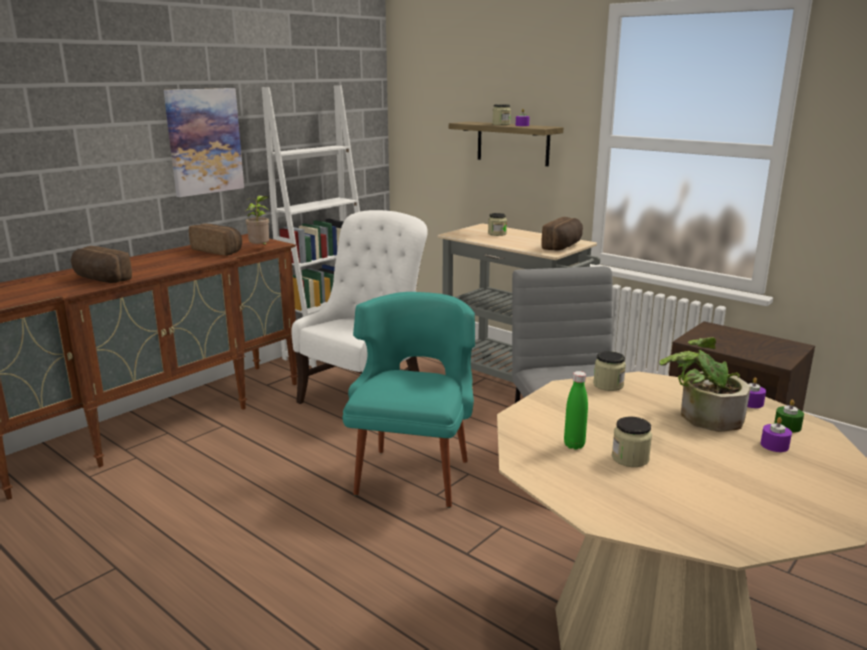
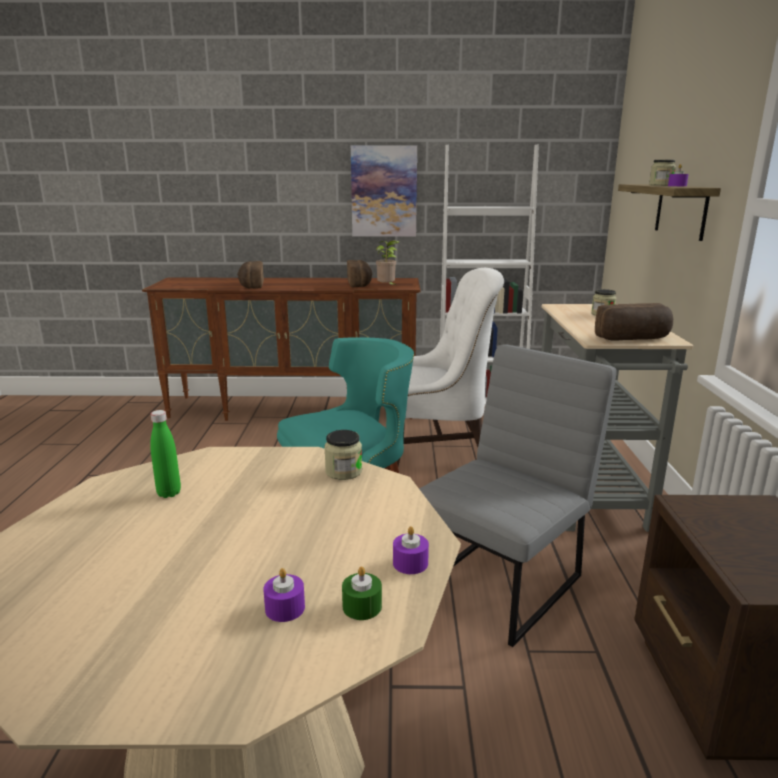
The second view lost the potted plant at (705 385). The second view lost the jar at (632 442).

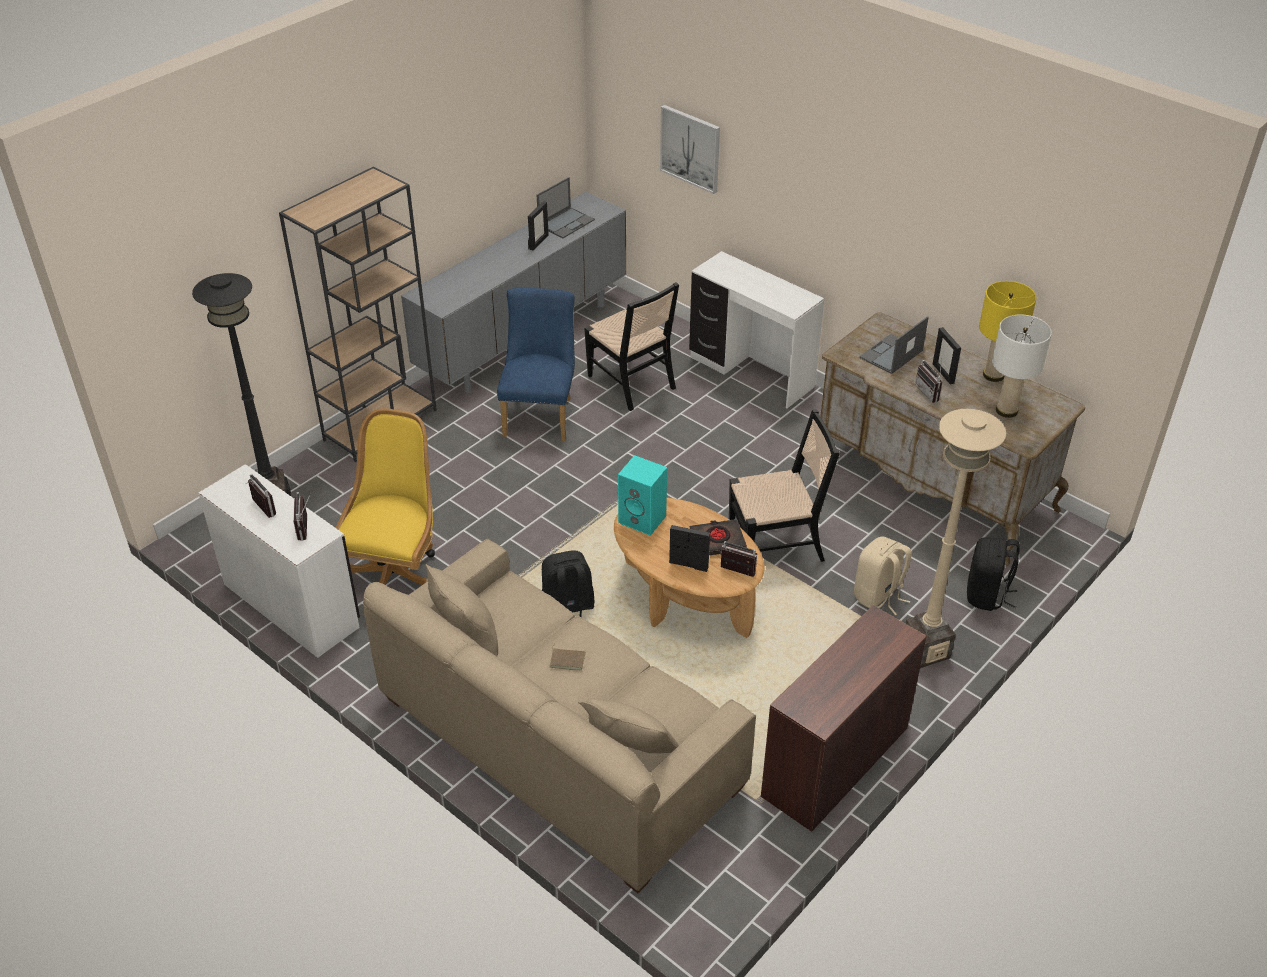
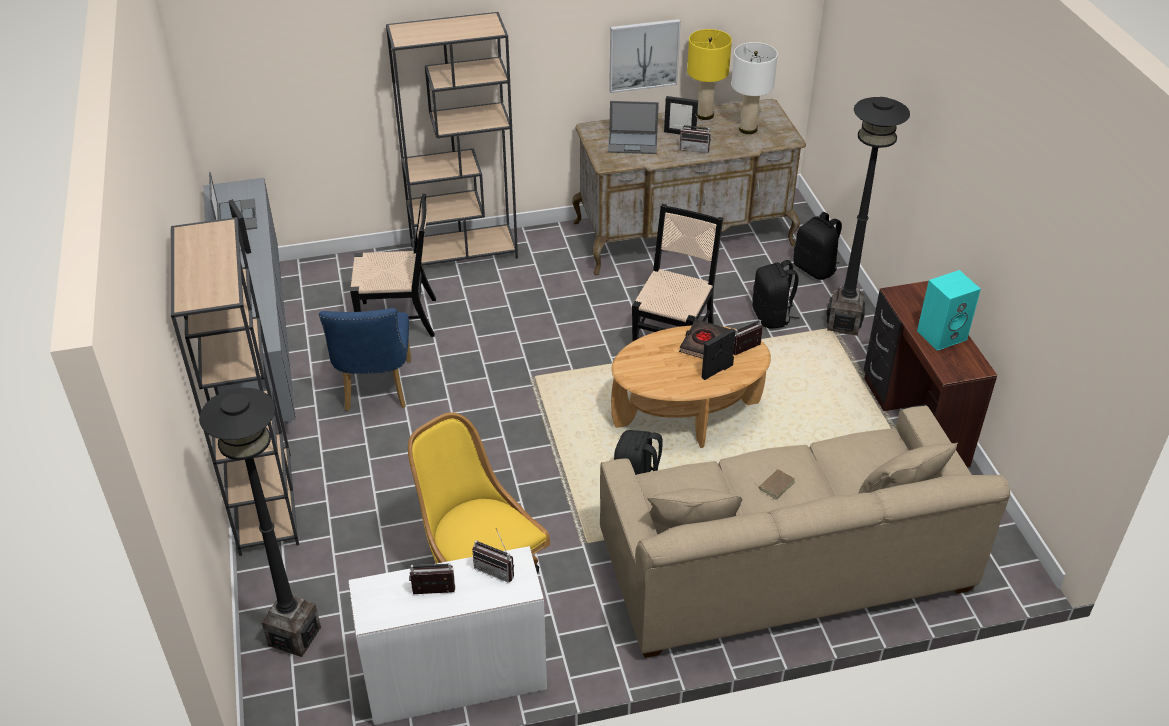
The picture ended up elsewhere, having gone from (690 149) to (645 56). Where the white desk stood at (756 330), the bookcase came to stand at (452 139). The blue chair at (536 364) ended up facing another way, 135 degrees counterclockwise from before. The laptop at (894 345) ended up facing another way, 75 degrees counterclockwise from before. What was the beige floor lamp at (955 538) turned into the black floor lamp at (868 216). The turquoise speaker ended up elsewhere, having gone from (642 495) to (949 310). What was the beige backpack at (883 575) turned into the black backpack at (776 294).

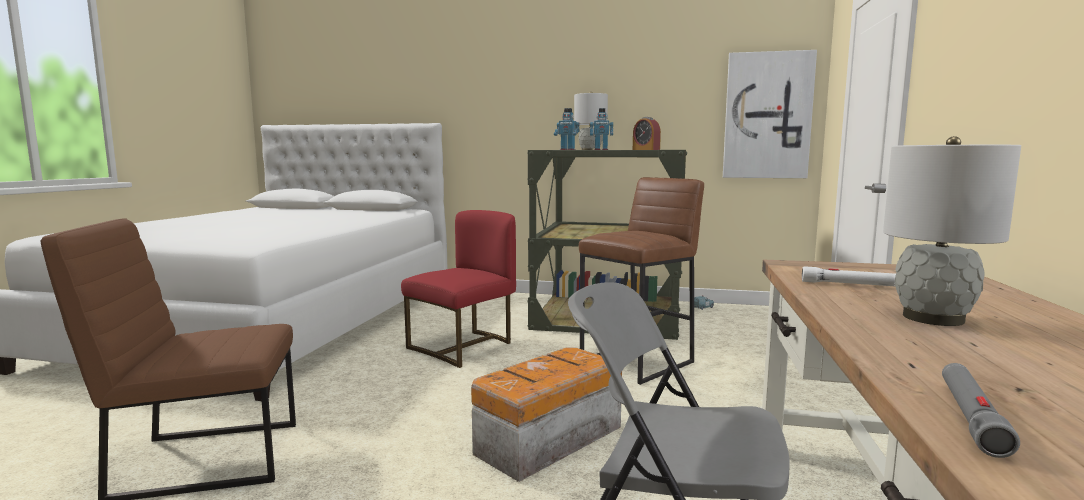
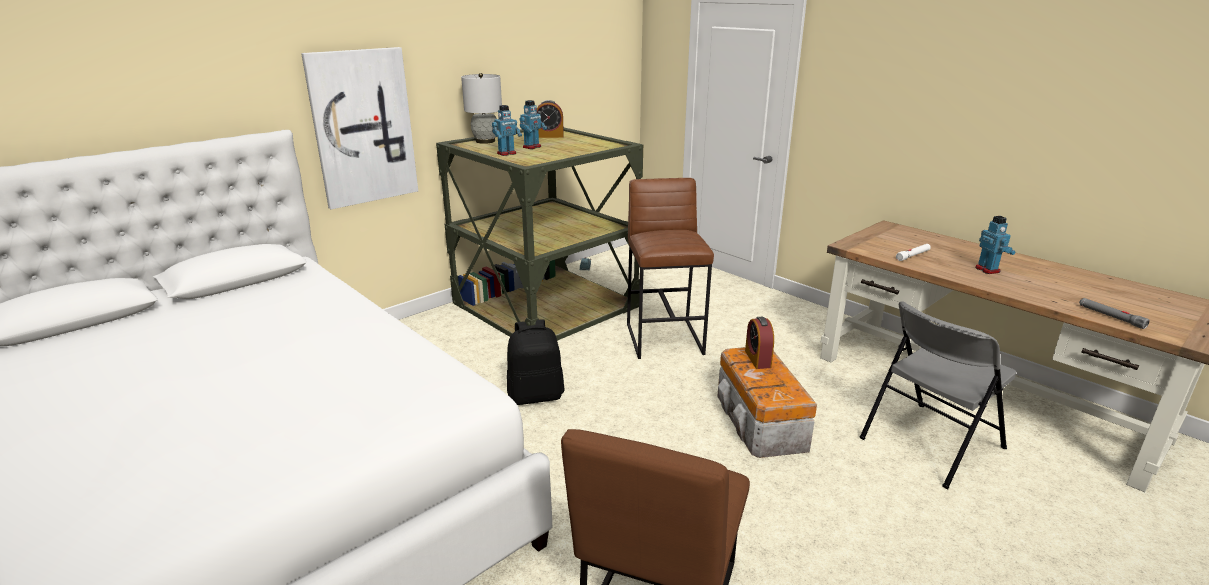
The picture ended up elsewhere, having gone from (770 114) to (359 128). Where the white table lamp stood at (952 231), the toy robot came to stand at (995 245). Where the red chair stood at (458 289), the black backpack came to stand at (536 362). The second view gained the alarm clock at (759 343).

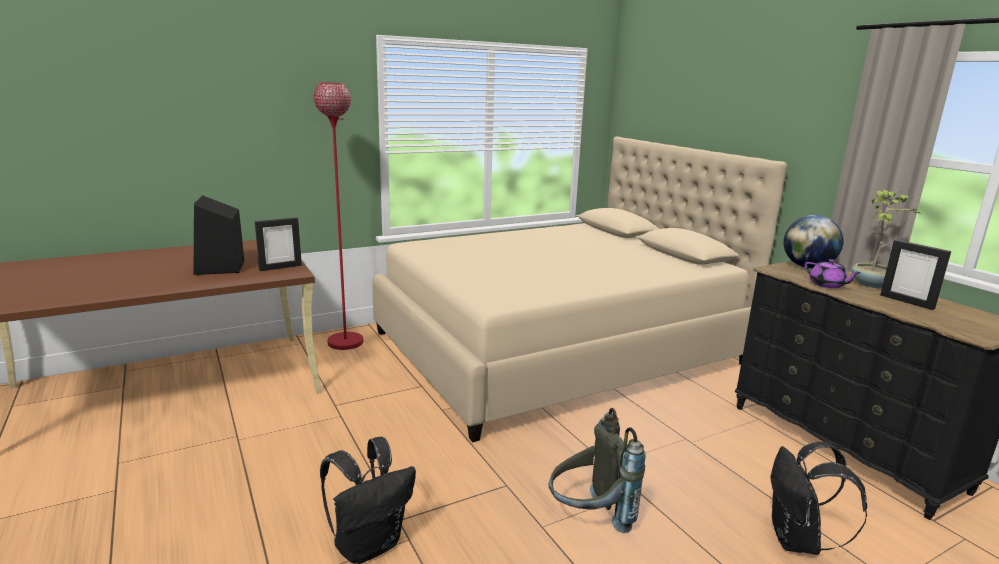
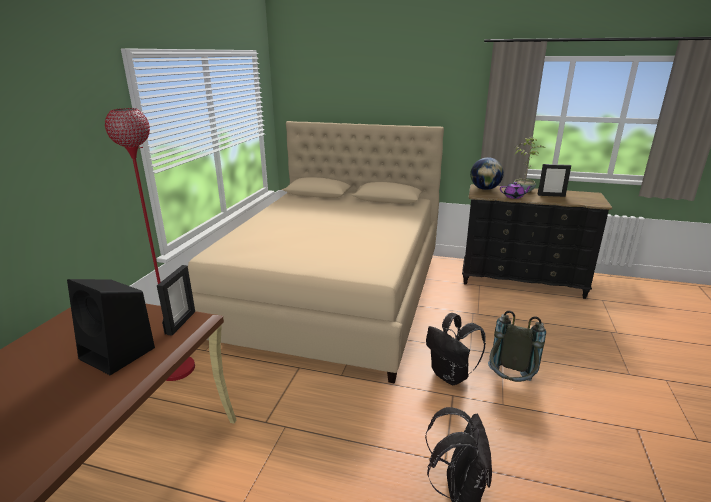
The black backpack ended up elsewhere, having gone from (818 498) to (456 349).

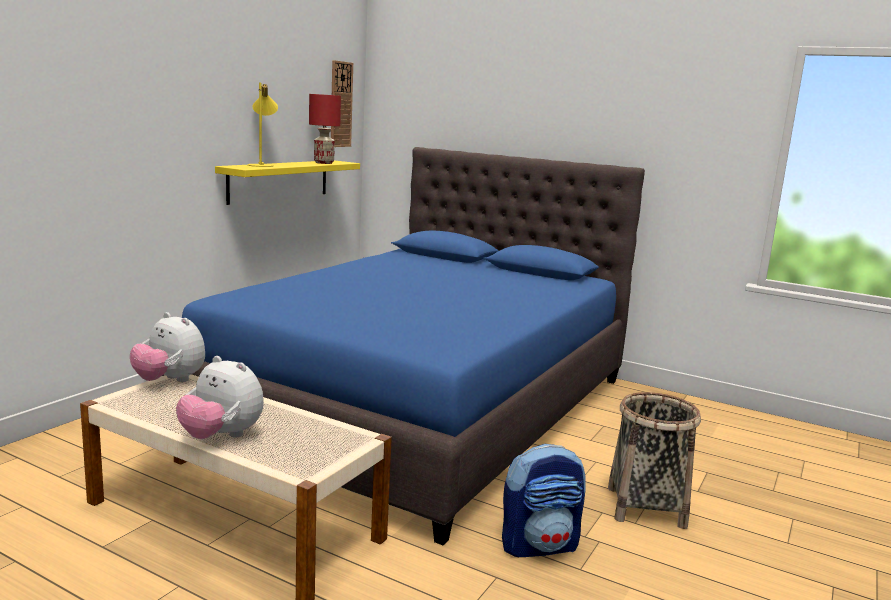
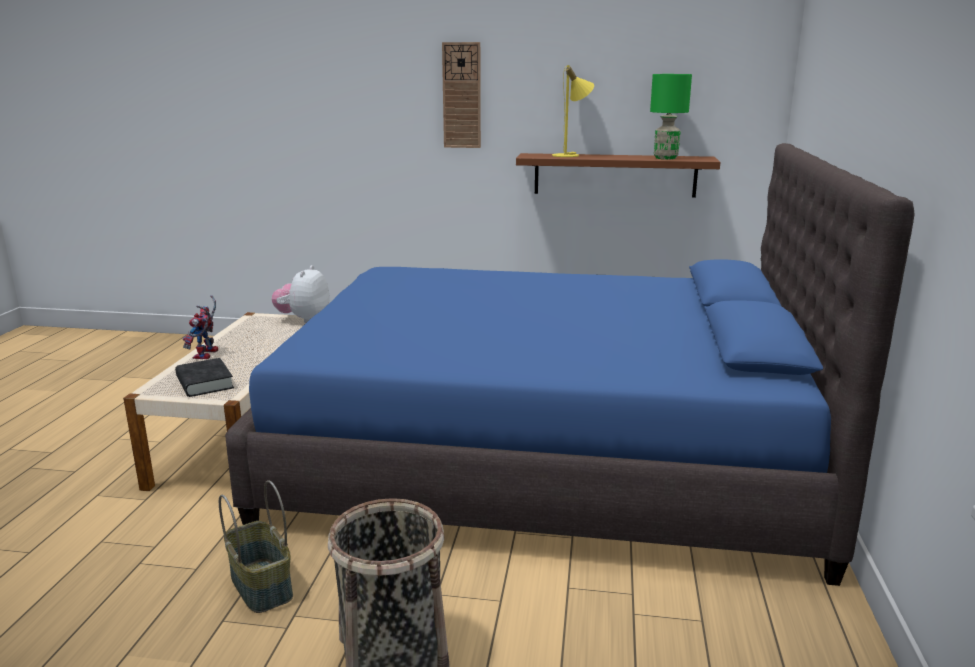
The wall clock ended up elsewhere, having gone from (342 103) to (461 95). What was the red table lamp at (325 129) turned into the green table lamp at (671 116). What was the yellow shelf at (287 182) turned into the brown shelf at (618 175). Where the plush toy stood at (220 397), the toy robot came to stand at (200 327). Where the backpack stood at (544 500), the basket came to stand at (256 546). The second view gained the black book at (204 377).

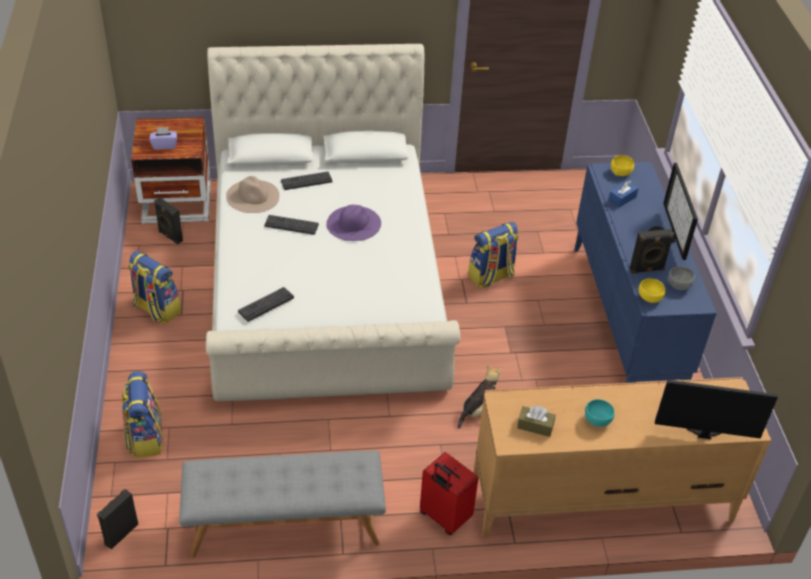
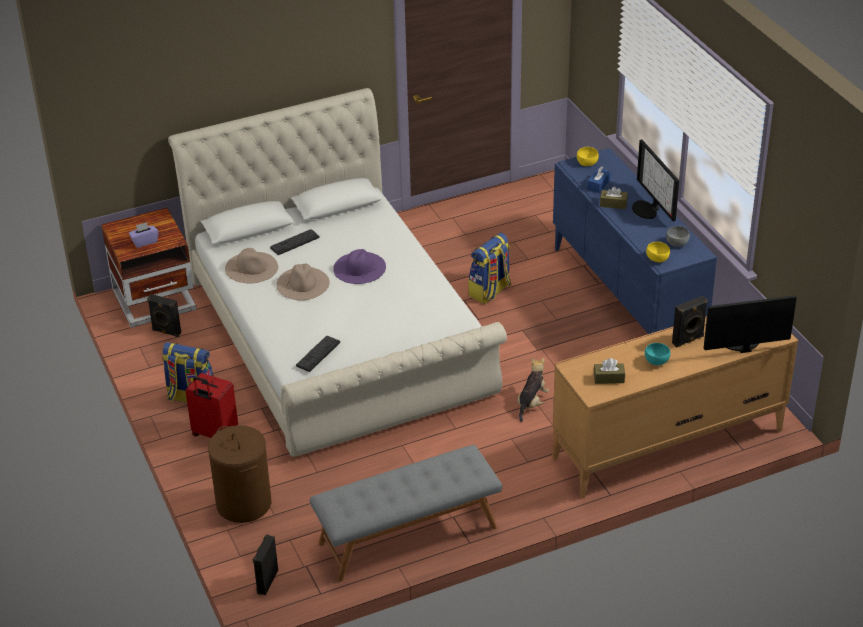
Where the keyboard stood at (291 225), the beige hat came to stand at (303 282). The black speaker ended up elsewhere, having gone from (652 251) to (690 322). Where the backpack stood at (142 414), the brown laundry basket came to stand at (240 474). The red suitcase ended up elsewhere, having gone from (449 493) to (211 405). The second view gained the brown tissue box at (614 197).

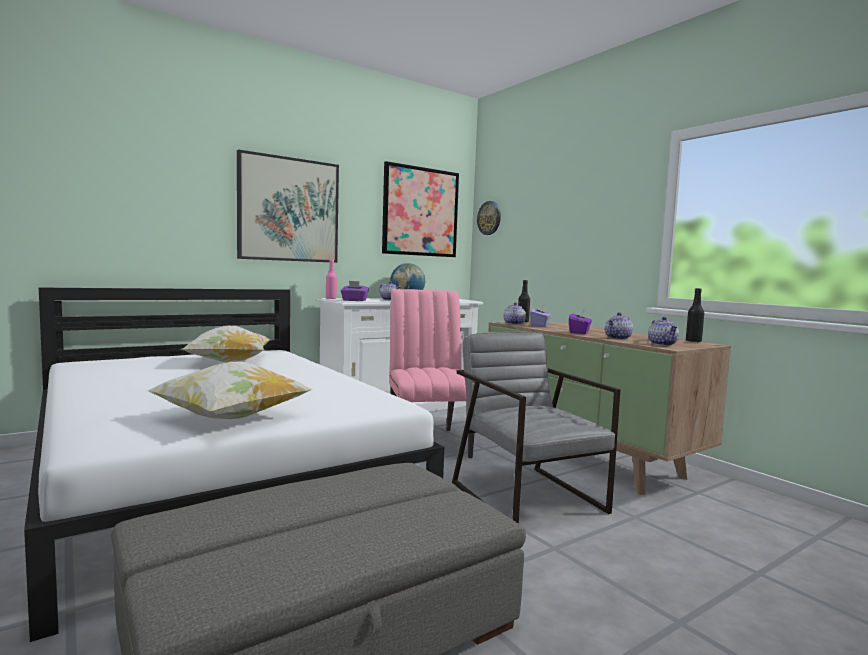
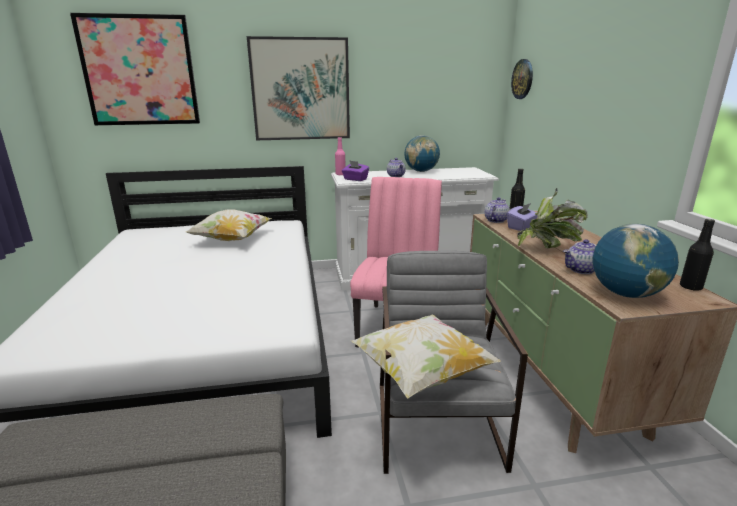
The picture ended up elsewhere, having gone from (420 209) to (135 69). Where the purple tissue box stood at (580 321), the potted plant came to stand at (552 218). Where the teapot stood at (663 331), the globe came to stand at (636 261). The pillow ended up elsewhere, having gone from (230 390) to (426 357).

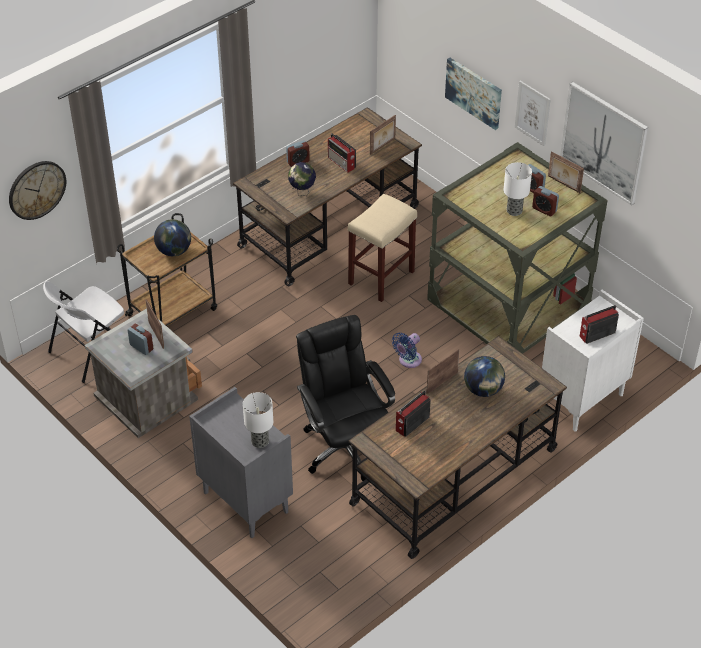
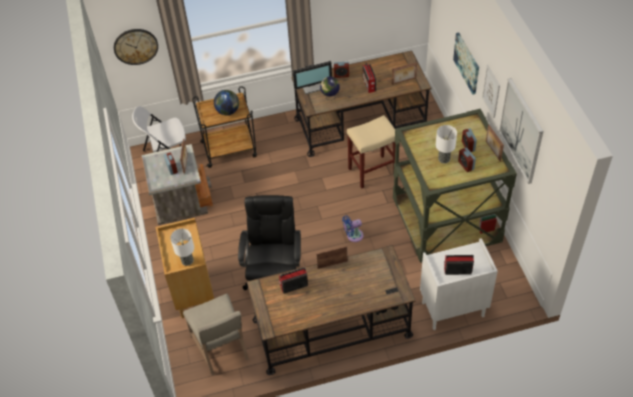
The second view lost the globe at (484 376). What was the grey cabinet at (241 462) turned into the brown cabinet at (184 268). The second view gained the monitor at (312 78). The second view gained the beige chair at (216 334).

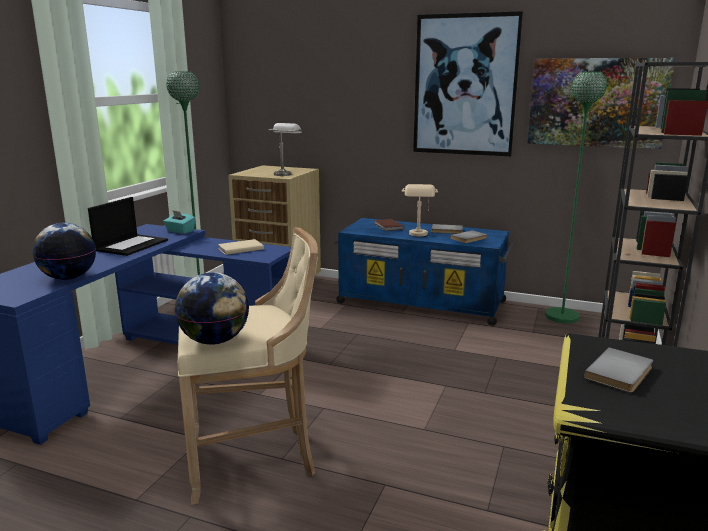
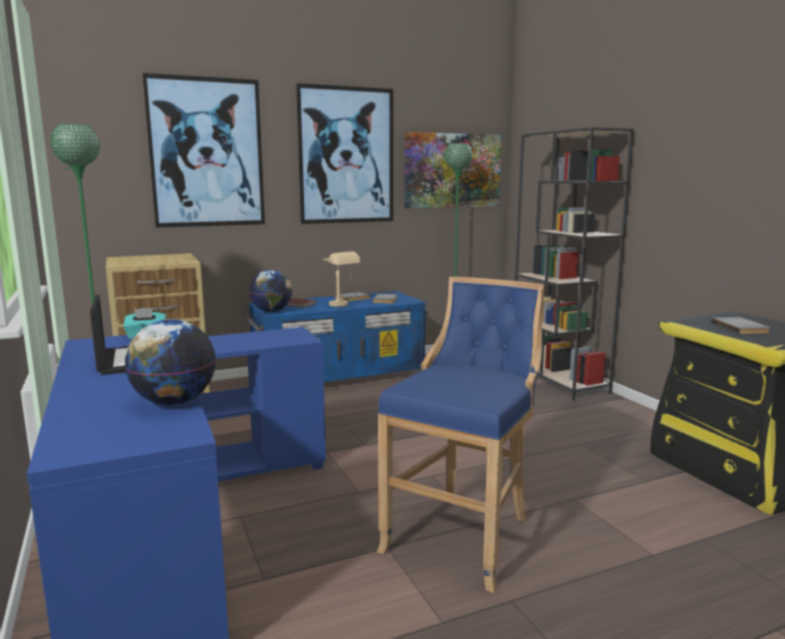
The second view lost the grey table lamp at (285 149). What was the beige stool at (248 366) turned into the blue stool at (461 435). The second view lost the beige book at (241 247). The globe ended up elsewhere, having gone from (212 308) to (270 291). The second view gained the picture at (203 150).

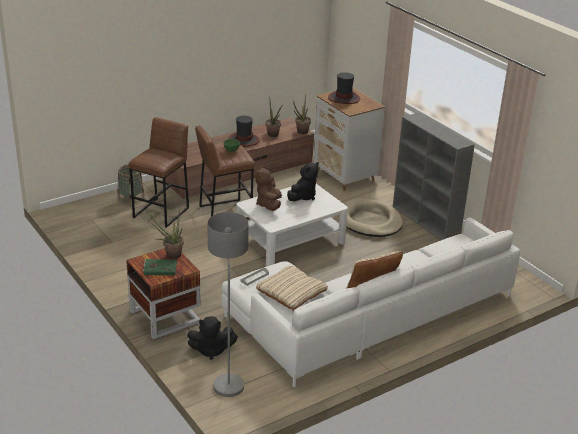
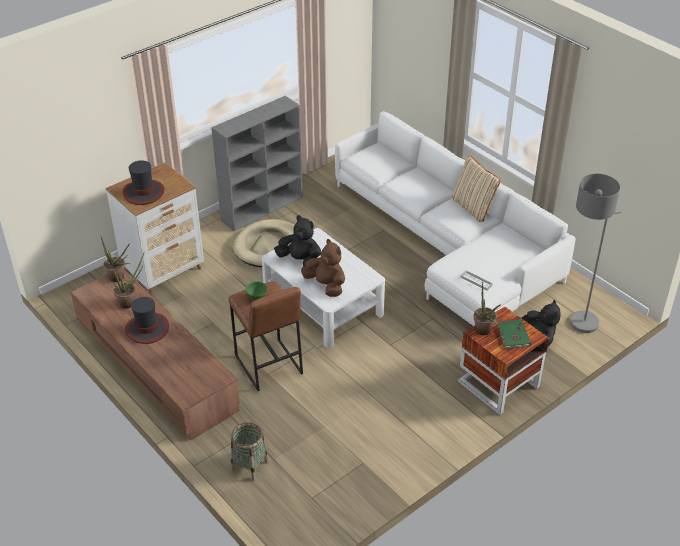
The second view lost the brown stool at (159 172). The brown plush toy at (268 188) ended up facing another way, 135 degrees counterclockwise from before. The second view lost the beige pillow at (292 288).

